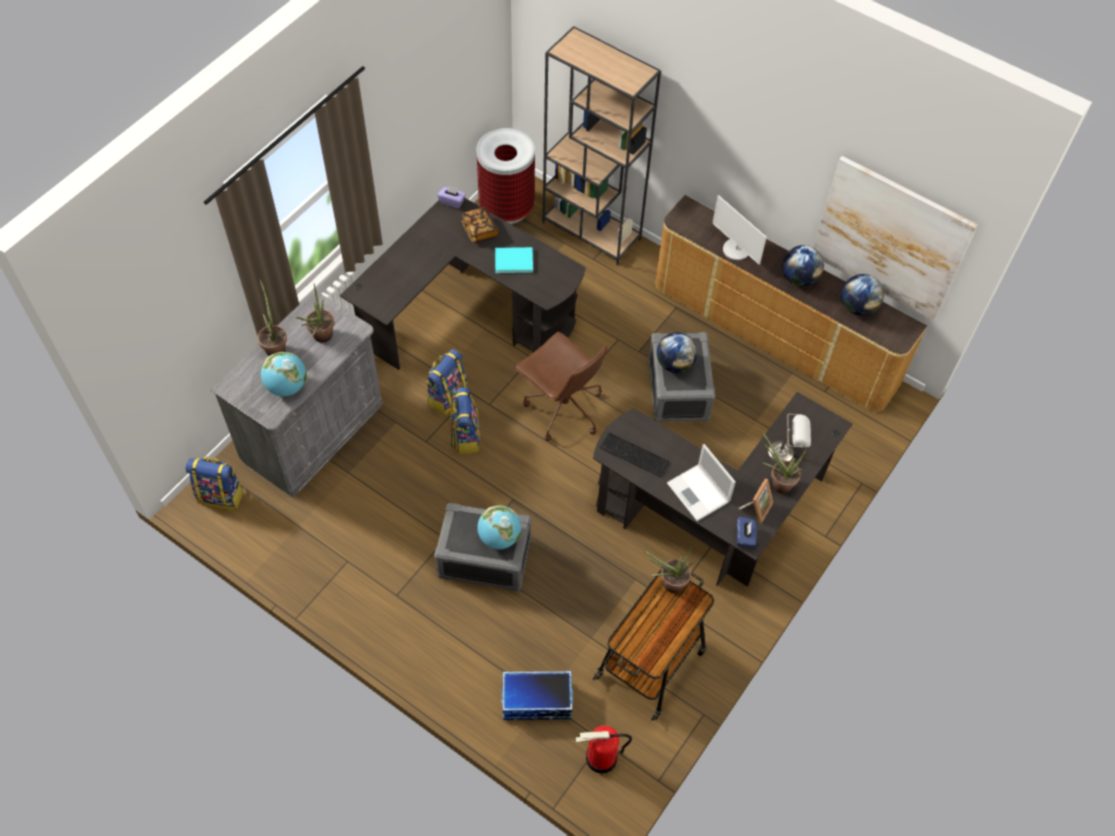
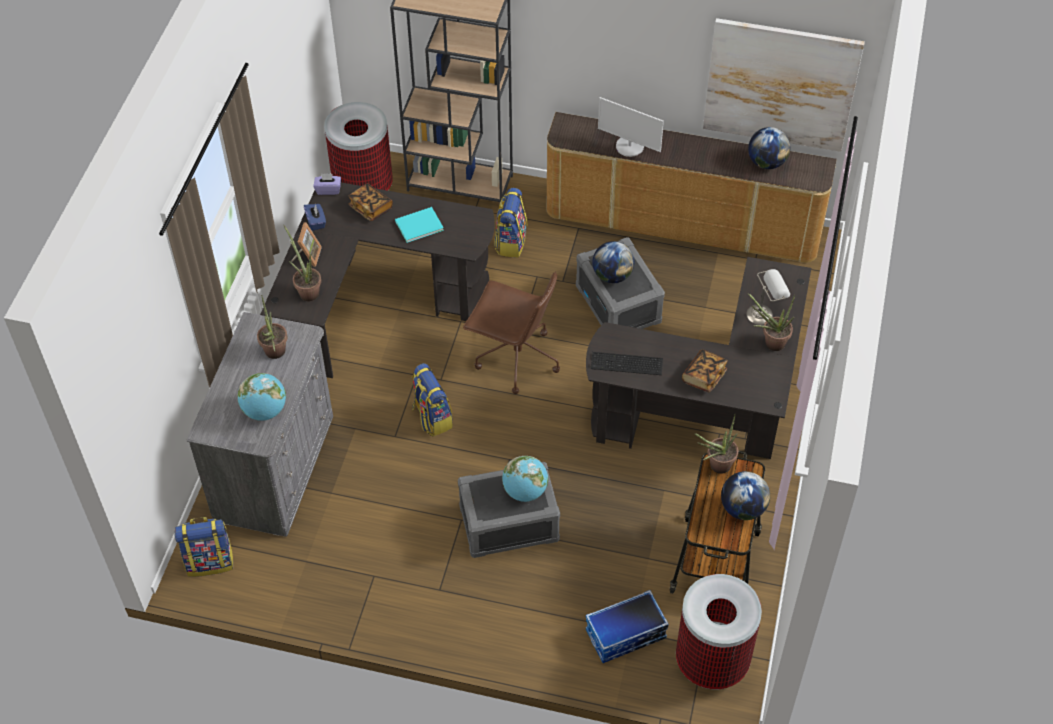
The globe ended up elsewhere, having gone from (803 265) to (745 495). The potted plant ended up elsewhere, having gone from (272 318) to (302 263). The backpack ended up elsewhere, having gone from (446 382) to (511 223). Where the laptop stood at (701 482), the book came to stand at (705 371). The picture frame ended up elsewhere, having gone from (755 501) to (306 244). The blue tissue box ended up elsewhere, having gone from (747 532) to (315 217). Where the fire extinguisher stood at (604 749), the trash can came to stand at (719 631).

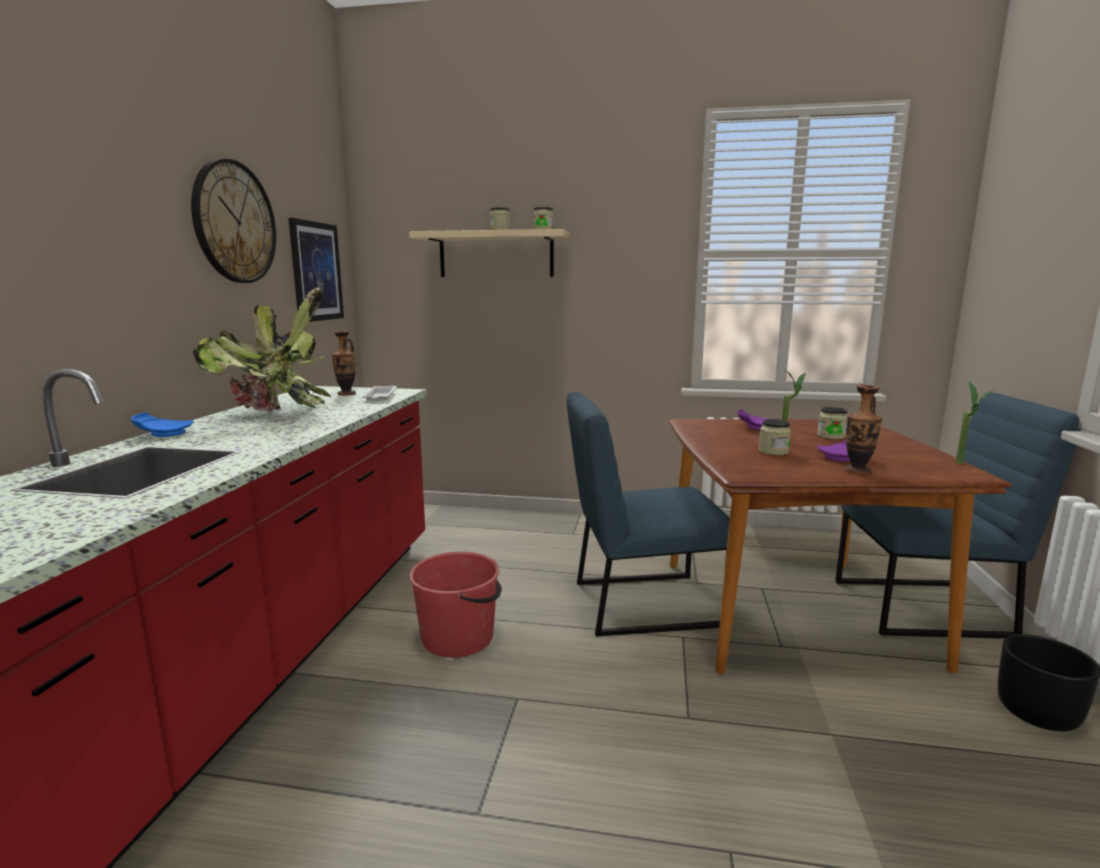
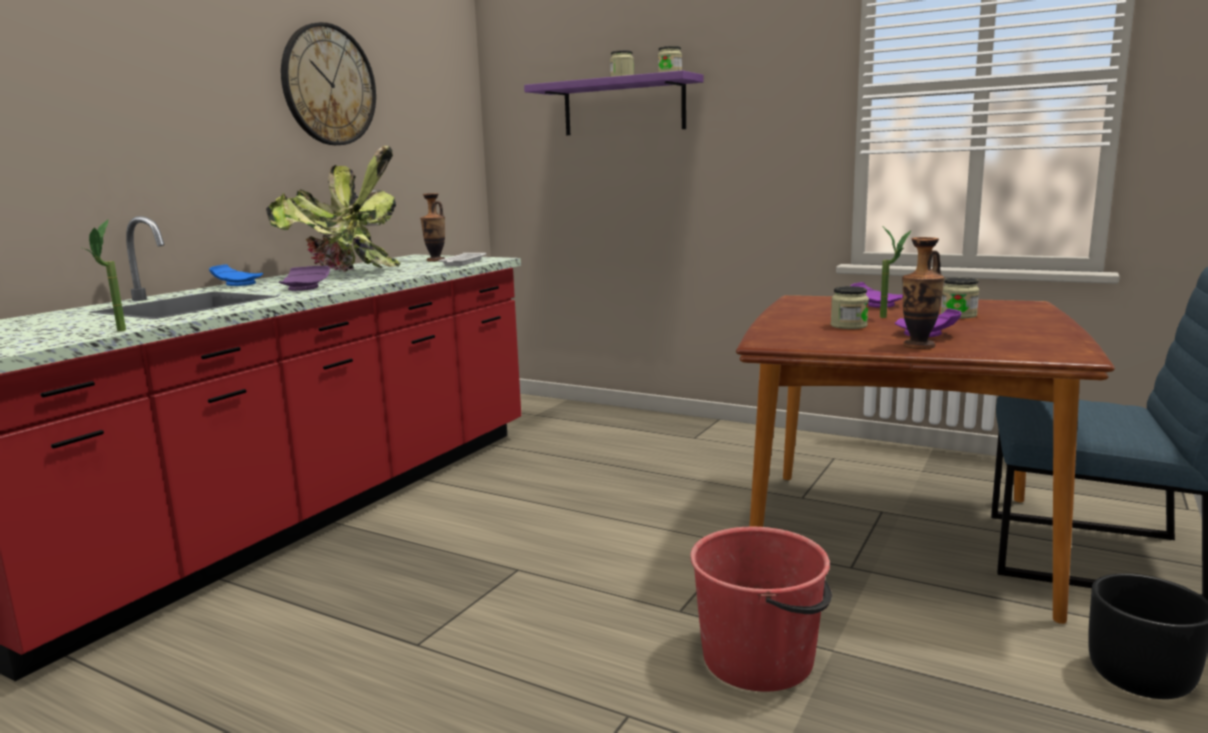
The second view lost the picture at (316 270). What was the beige shelf at (489 253) turned into the purple shelf at (614 102). The potted plant ended up elsewhere, having gone from (975 422) to (103 275). The second view lost the blue chair at (648 514). The red bucket ended up elsewhere, having gone from (455 605) to (761 609). The second view gained the purple plate at (304 278).

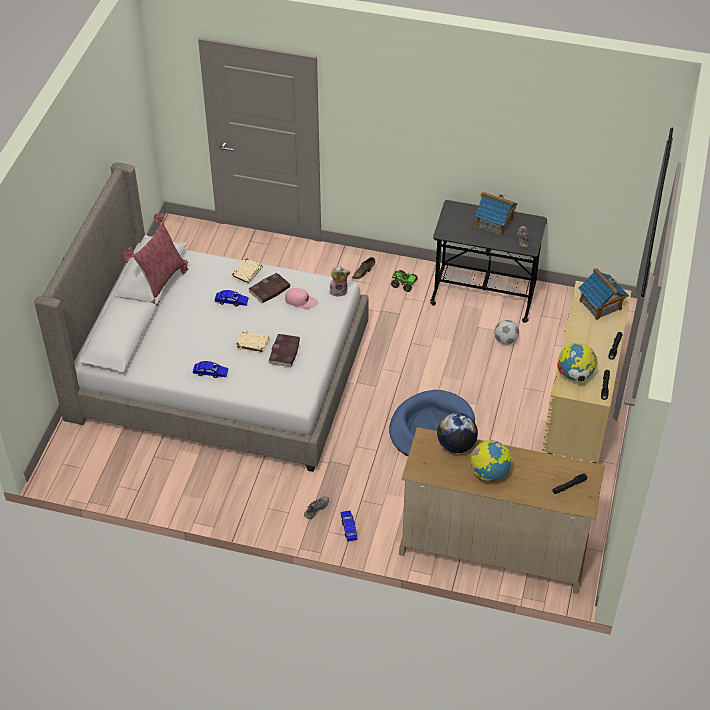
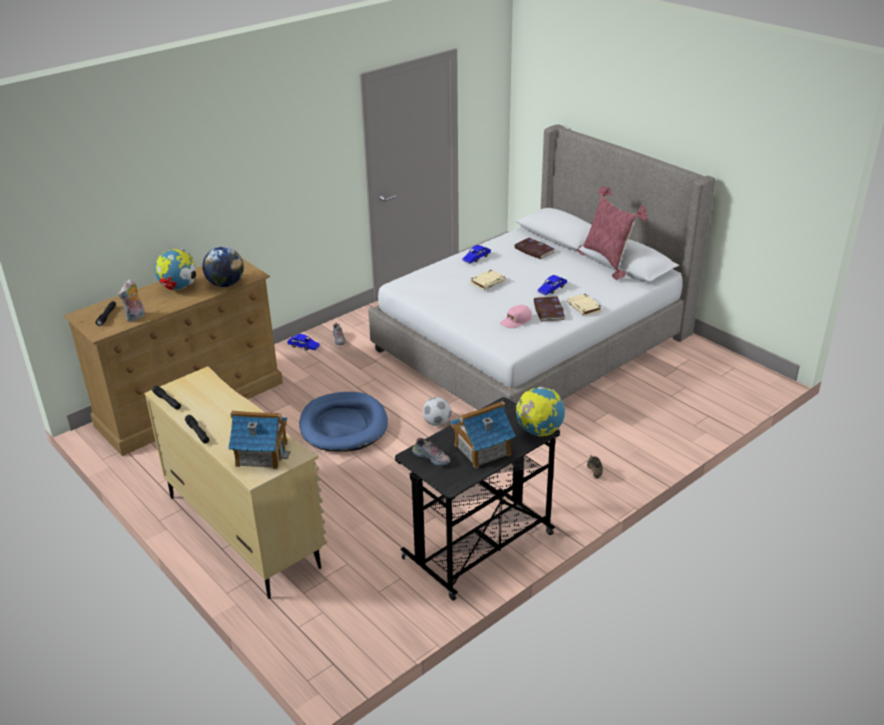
The plush toy ended up elsewhere, having gone from (340 282) to (131 300). The second view lost the toy truck at (404 281). The football ended up elsewhere, having gone from (506 332) to (437 411). The book ended up elsewhere, having gone from (284 350) to (535 248). The globe ended up elsewhere, having gone from (577 363) to (540 412).

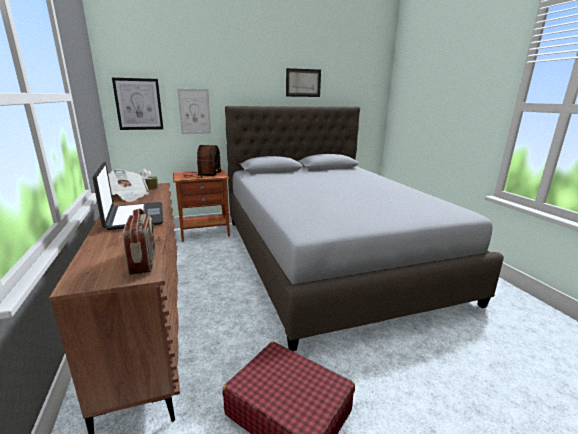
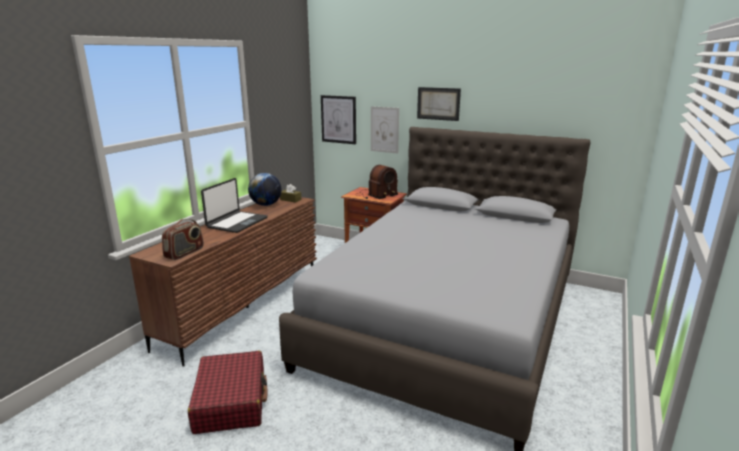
The picture ended up elsewhere, having gone from (303 82) to (439 104). Where the newspaper stood at (128 185), the globe came to stand at (265 189).

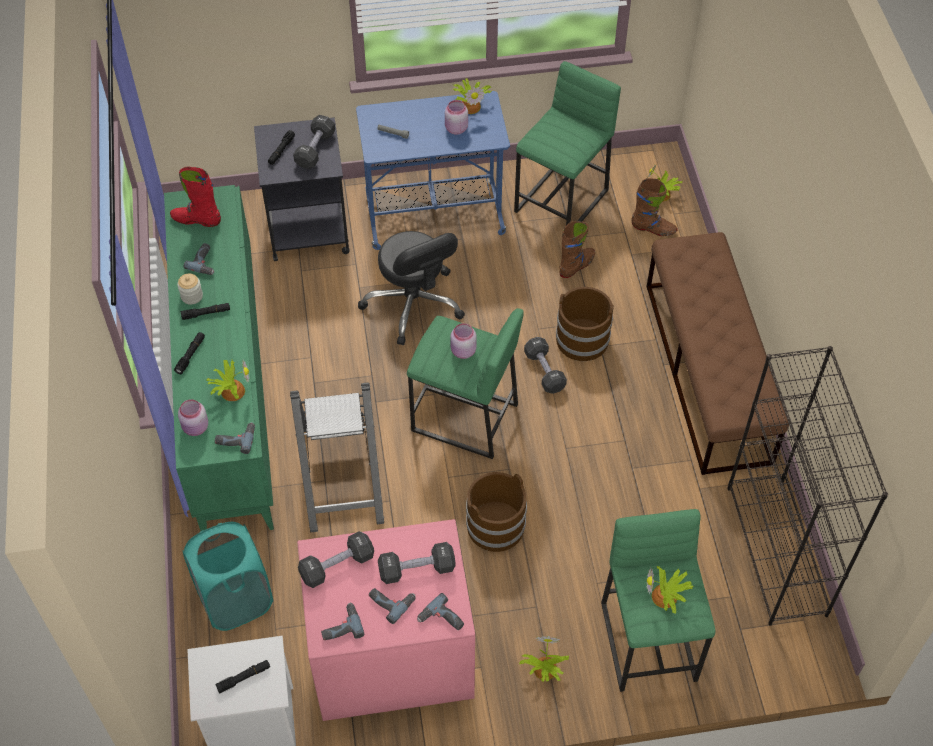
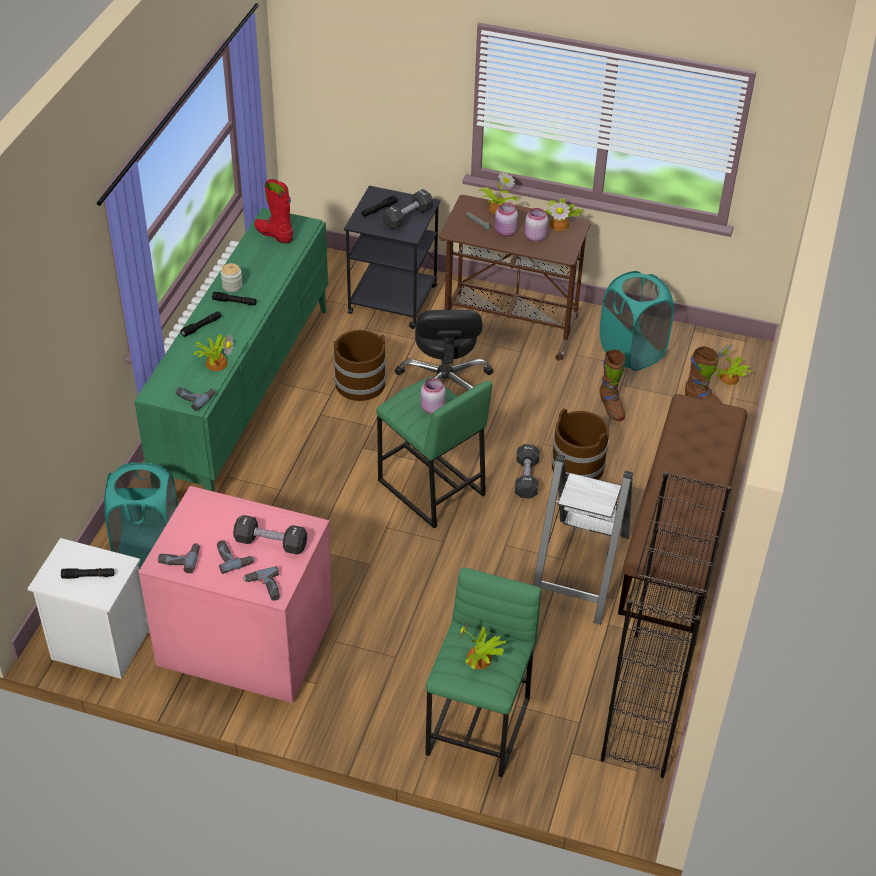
Where the green stool stood at (567 143), the turquoise laundry basket came to stand at (637 321). What was the blue desk at (433 170) turned into the brown desk at (515 278). The brown boot at (577 249) ended up facing another way, 90 degrees clockwise from before. The second view lost the power drill at (199 259). The grey step ladder ended up elsewhere, having gone from (337 457) to (583 539). The pink jar ended up elsewhere, having gone from (193 417) to (506 219). The brown bucket ended up elsewhere, having gone from (496 512) to (359 365). The second view lost the black dumbbell at (336 559). The potted plant ended up elsewhere, having gone from (544 659) to (498 193).

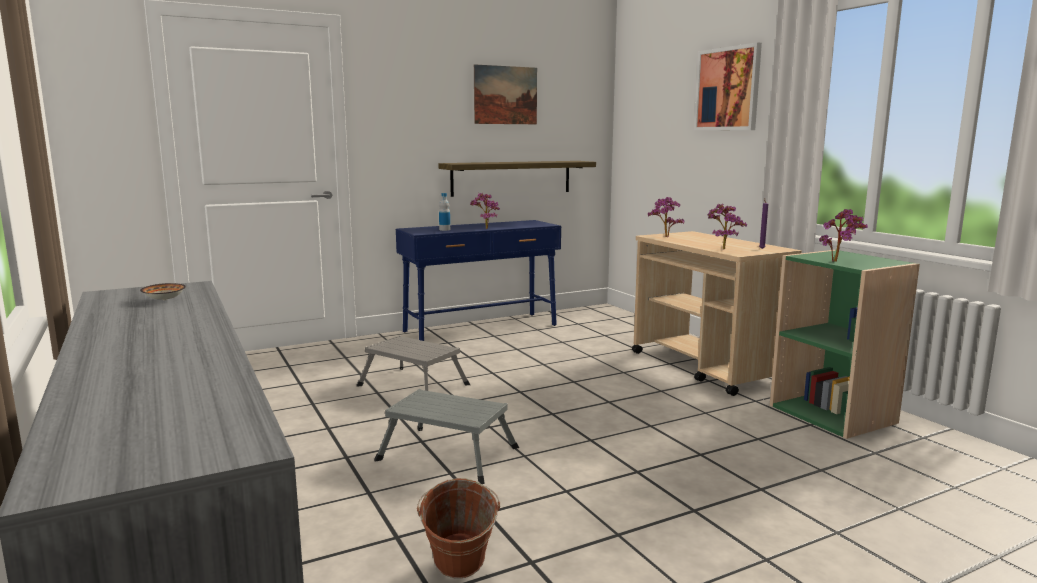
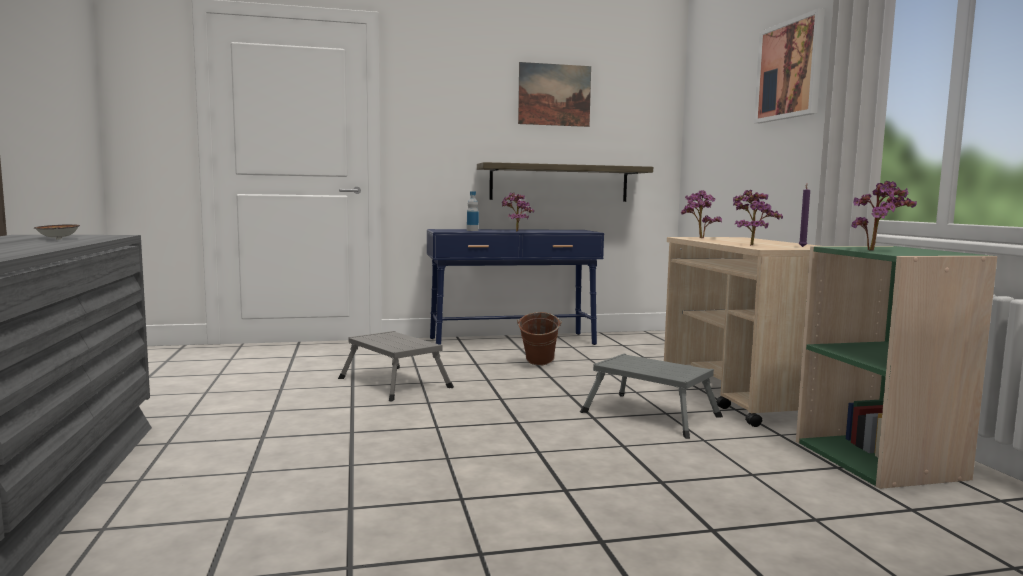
The grey step ladder ended up elsewhere, having gone from (446 436) to (651 396). The brown bucket ended up elsewhere, having gone from (458 528) to (539 339).

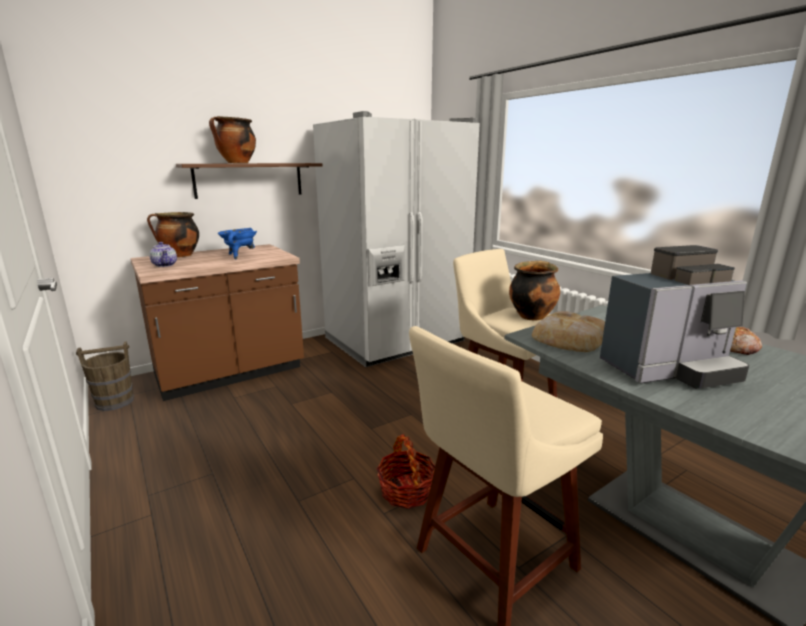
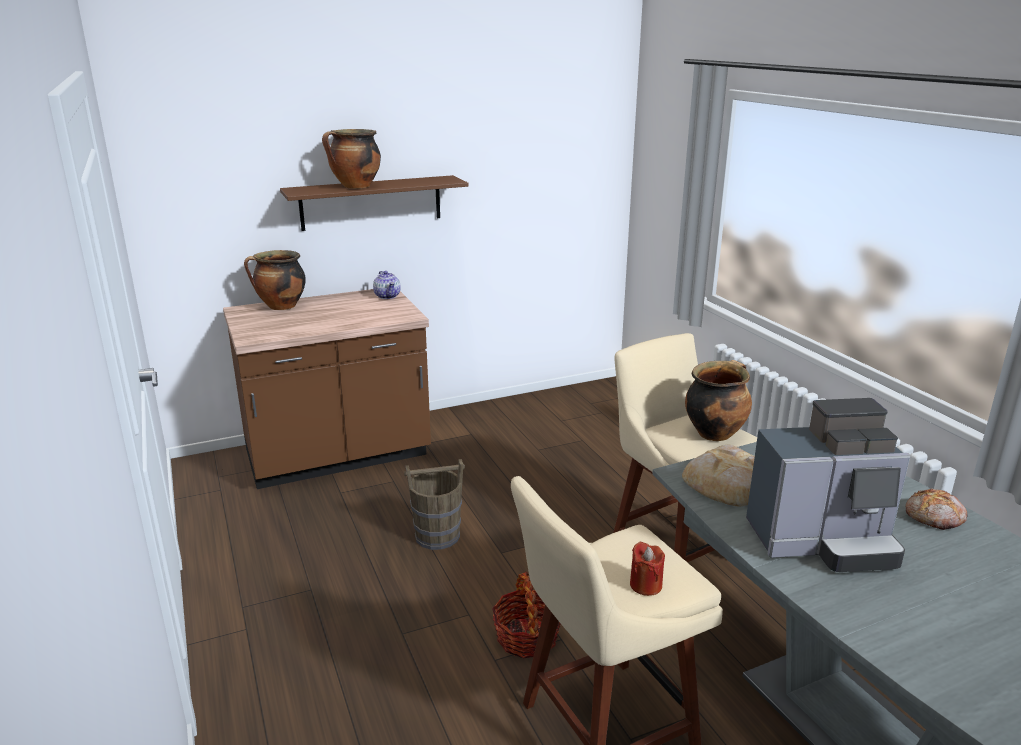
The second view lost the white fridge at (396 239). The second view lost the blue cooking pot at (237 243). The teapot ended up elsewhere, having gone from (163 254) to (387 285). The brown bucket ended up elsewhere, having gone from (105 376) to (434 504). The second view gained the red candle at (647 569).

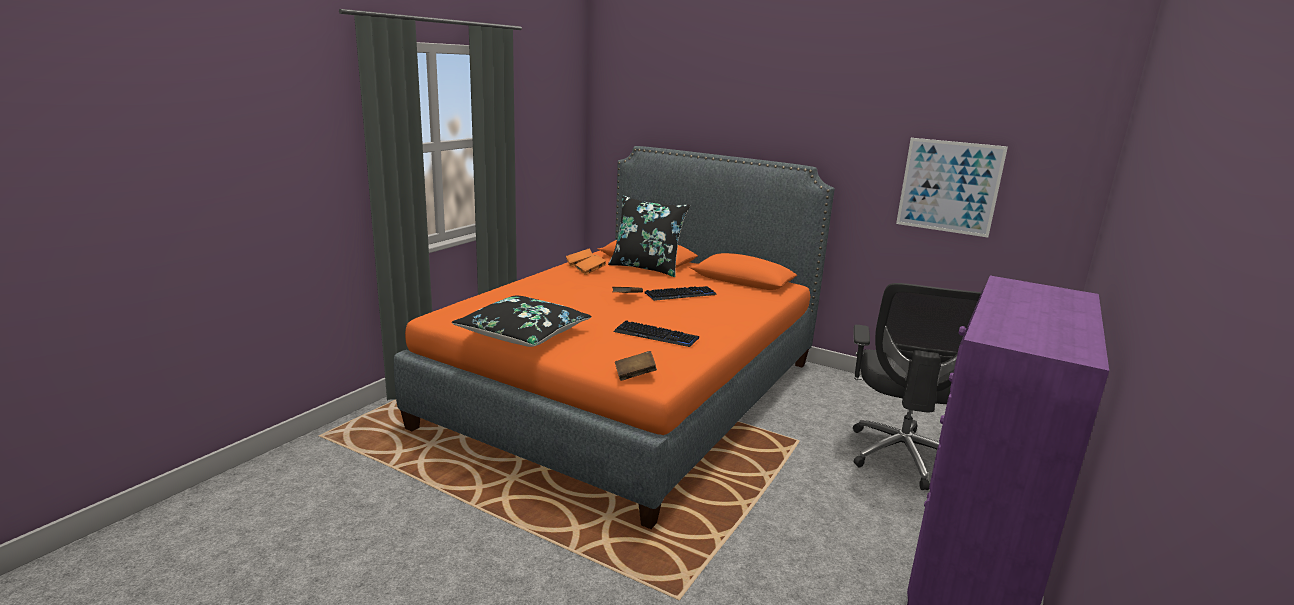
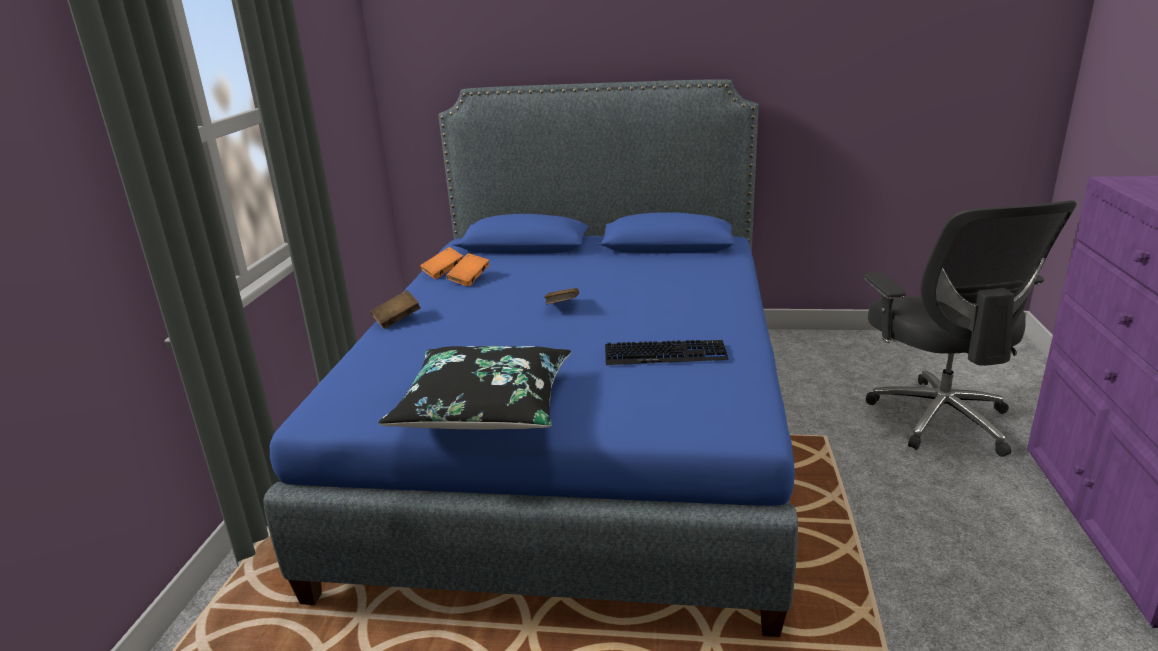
The second view lost the picture at (952 187). What was the orange bed at (614 337) turned into the blue bed at (530 358). The second view lost the black pillow at (649 236). The second view lost the keyboard at (681 293). The brown book ended up elsewhere, having gone from (636 366) to (395 309).

